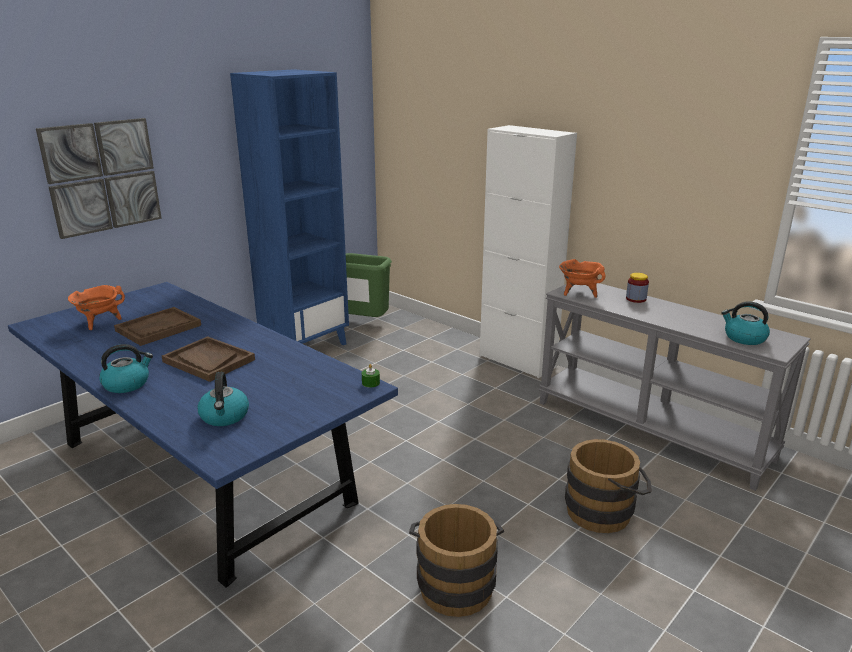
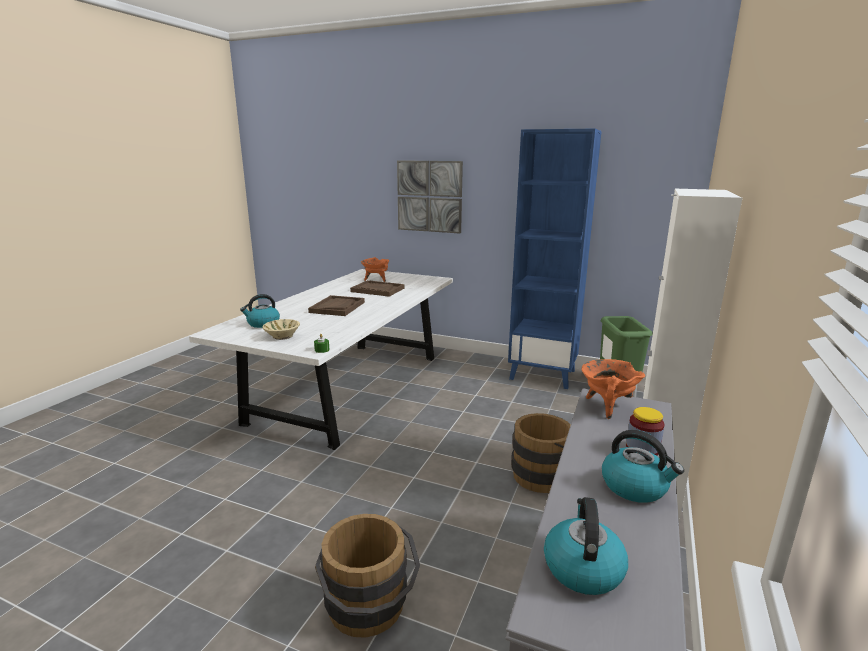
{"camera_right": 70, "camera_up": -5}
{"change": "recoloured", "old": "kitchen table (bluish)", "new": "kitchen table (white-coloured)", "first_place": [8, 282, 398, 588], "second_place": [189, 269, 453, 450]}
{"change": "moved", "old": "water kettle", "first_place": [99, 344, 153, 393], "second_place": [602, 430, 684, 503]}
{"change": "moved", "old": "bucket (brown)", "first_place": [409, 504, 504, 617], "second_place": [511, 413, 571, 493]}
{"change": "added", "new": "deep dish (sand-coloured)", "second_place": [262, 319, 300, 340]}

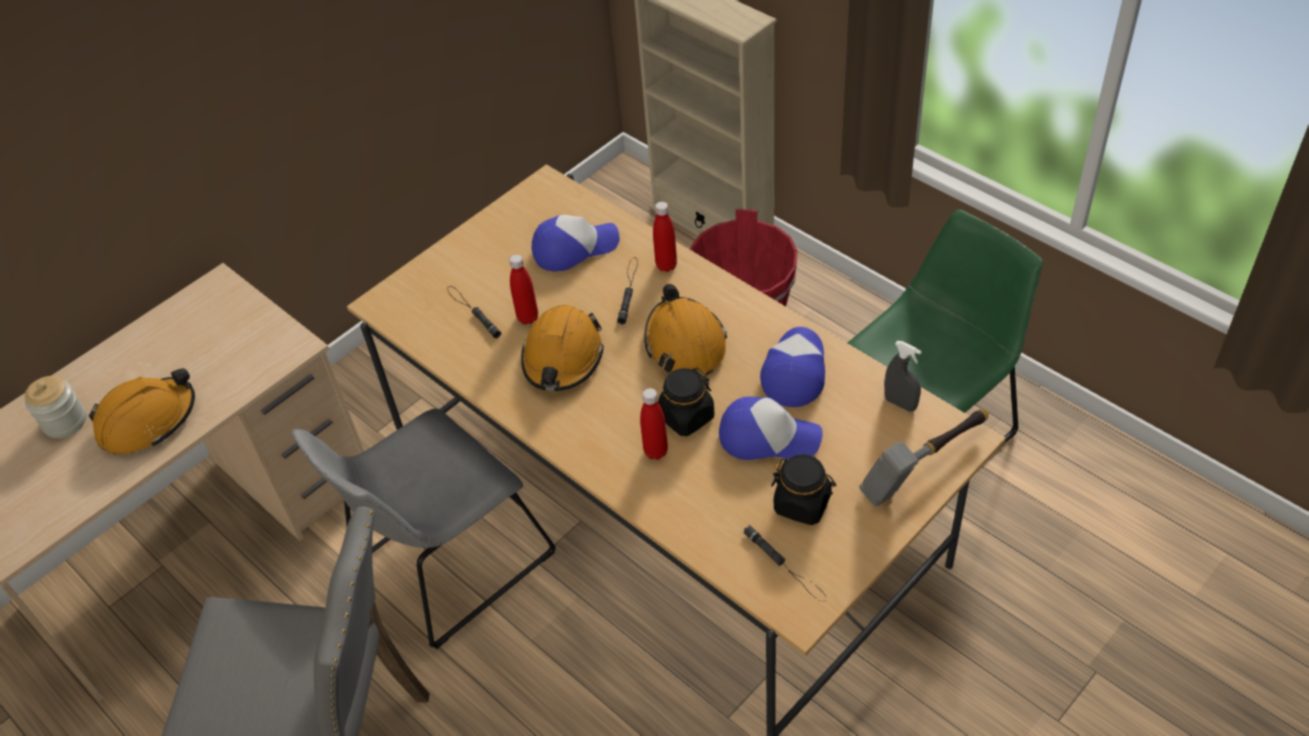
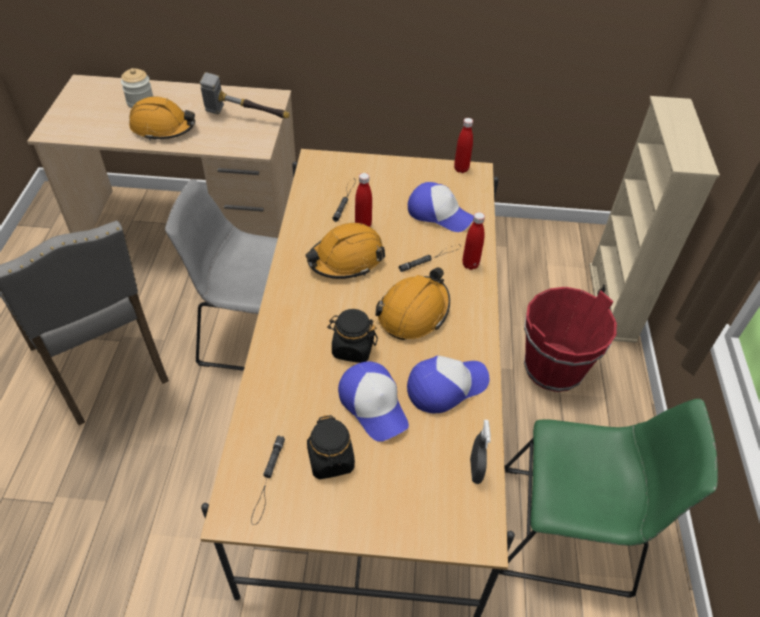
{"camera_right": 45, "camera_up": 0}
{"change": "moved", "old": "bottle (red)", "first_place": [640, 388, 668, 460], "second_place": [454, 118, 473, 173]}
{"change": "moved", "old": "tool hammer", "first_place": [859, 409, 989, 507], "second_place": [200, 72, 290, 119]}

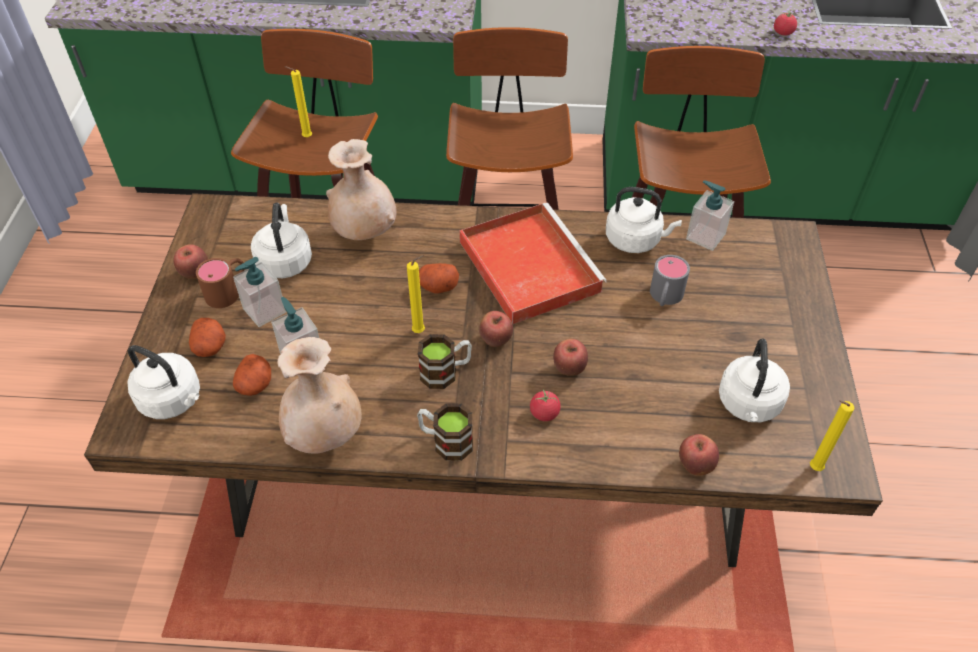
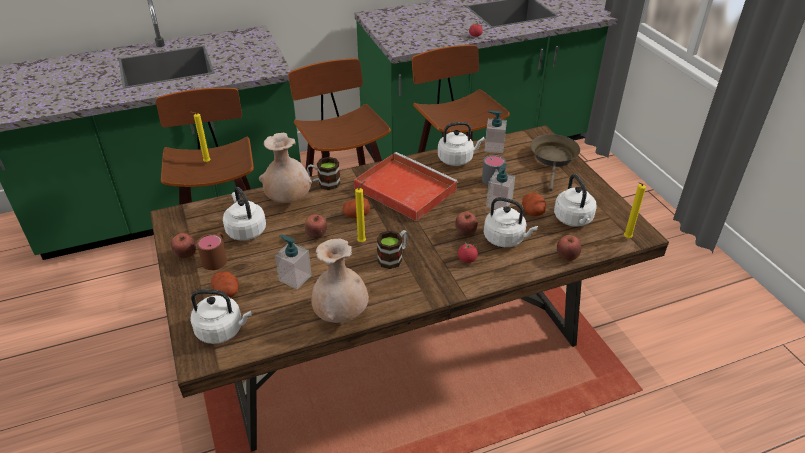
{"camera_right": -25, "camera_up": -10}
{"change": "moved", "old": "soap dispenser", "first_place": [233, 257, 286, 327], "second_place": [486, 163, 515, 209]}
{"change": "moved", "old": "whole potato", "first_place": [233, 354, 271, 396], "second_place": [522, 193, 546, 216]}
{"change": "moved", "old": "tea mug", "first_place": [417, 403, 473, 461], "second_place": [307, 157, 341, 190]}
{"change": "moved", "old": "whole apple", "first_place": [479, 311, 513, 347], "second_place": [305, 214, 327, 239]}
{"change": "added", "new": "water kettle (white-coloured)", "second_place": [484, 197, 538, 247]}
{"change": "added", "new": "skillet (brown)", "second_place": [530, 134, 580, 191]}

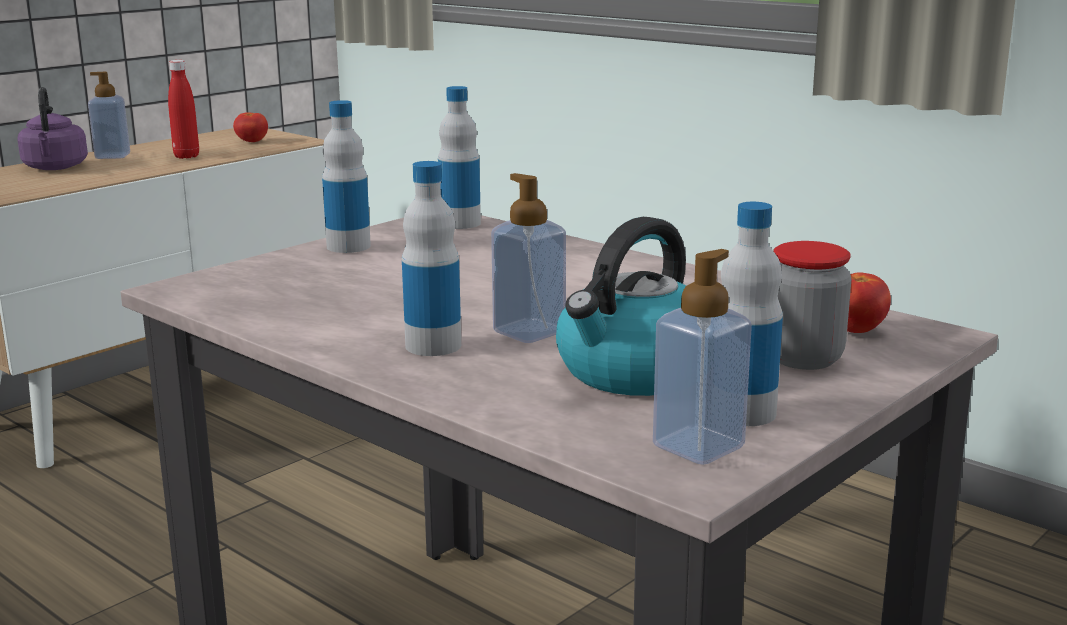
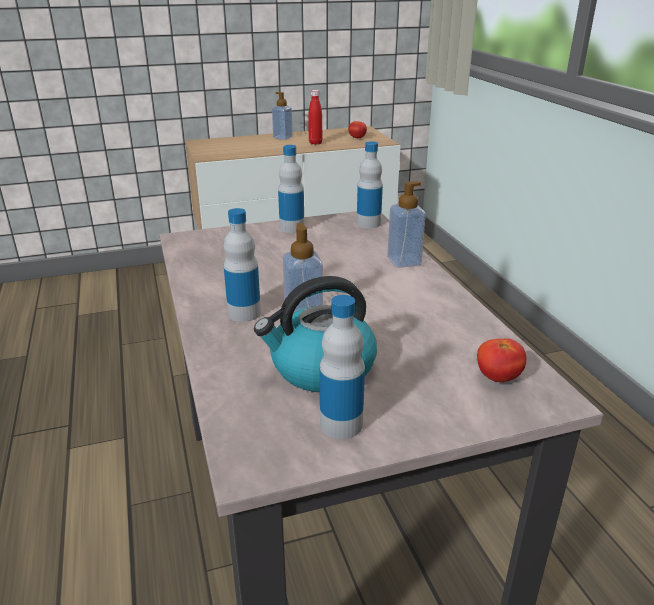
{"camera_right": 30, "camera_up": 10}
{"change": "removed", "old": "water kettle (purple-coloured)", "first_place": [17, 87, 88, 170]}
{"change": "moved", "old": "soap dispenser", "first_place": [653, 249, 752, 465], "second_place": [387, 182, 426, 268]}
{"change": "removed", "old": "storage jar", "first_place": [773, 241, 851, 370]}

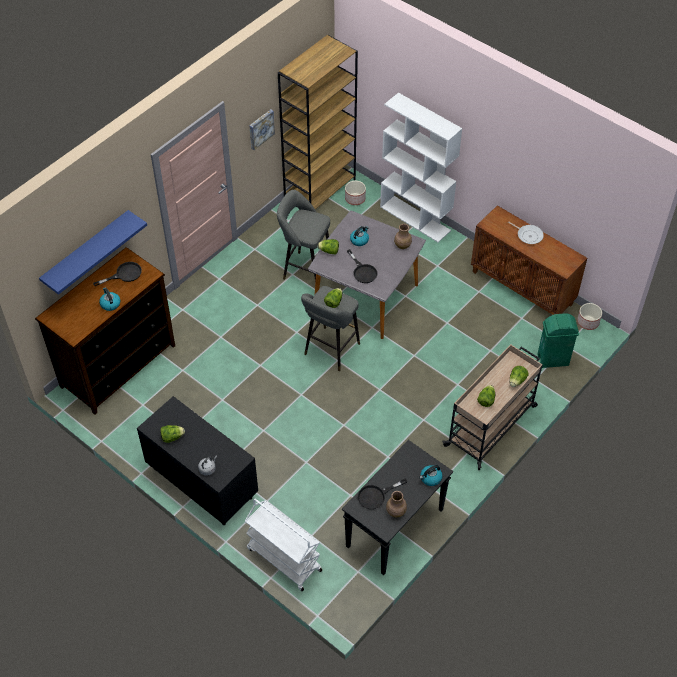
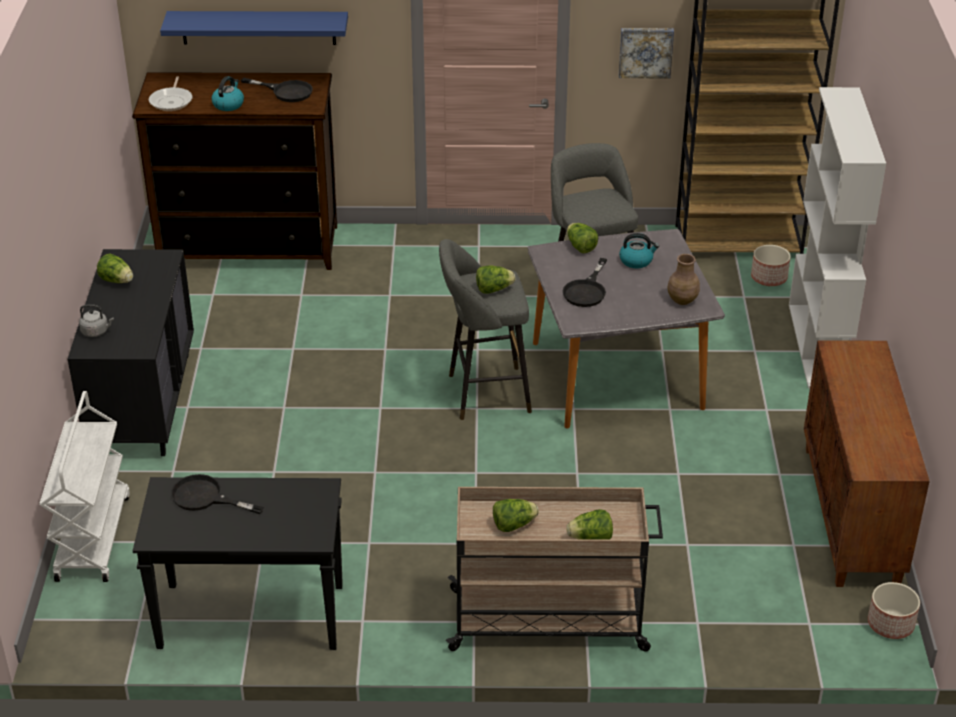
{"camera_right": 50, "camera_up": -15}
{"change": "removed", "old": "decorative vase (brown)", "first_place": [386, 491, 407, 518]}
{"change": "removed", "old": "water kettle", "first_place": [419, 465, 443, 486]}
{"change": "moved", "old": "skillet", "first_place": [508, 221, 544, 244], "second_place": [149, 76, 192, 111]}
{"change": "removed", "old": "waste bin (greenish)", "first_place": [537, 313, 579, 368]}

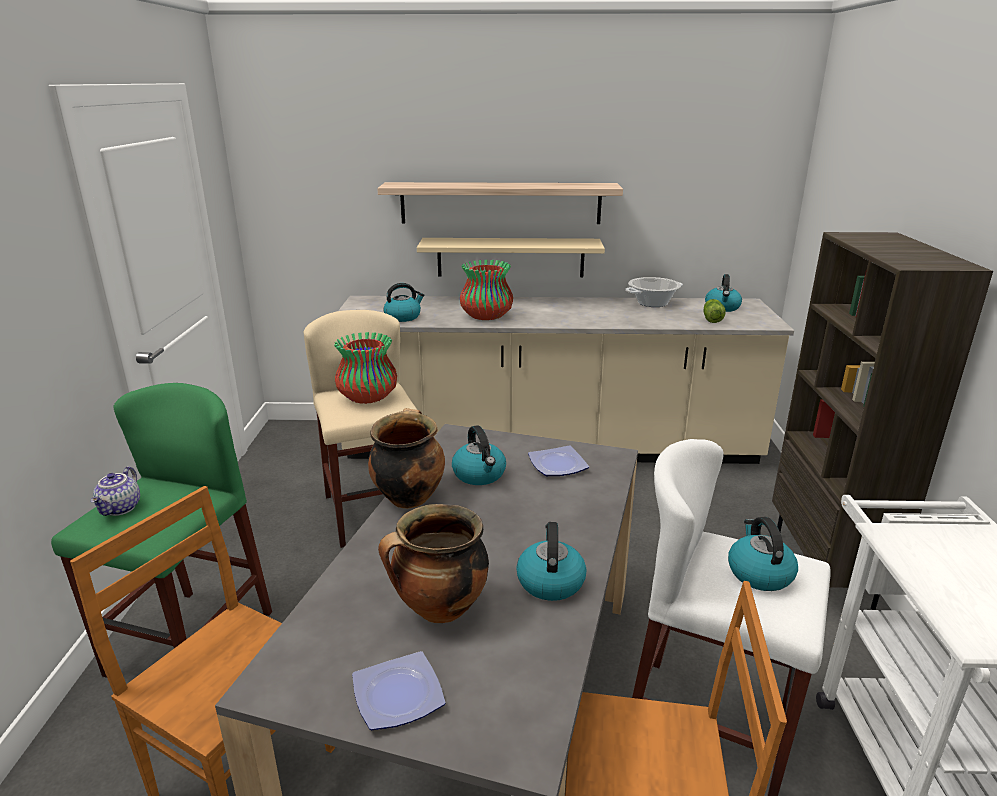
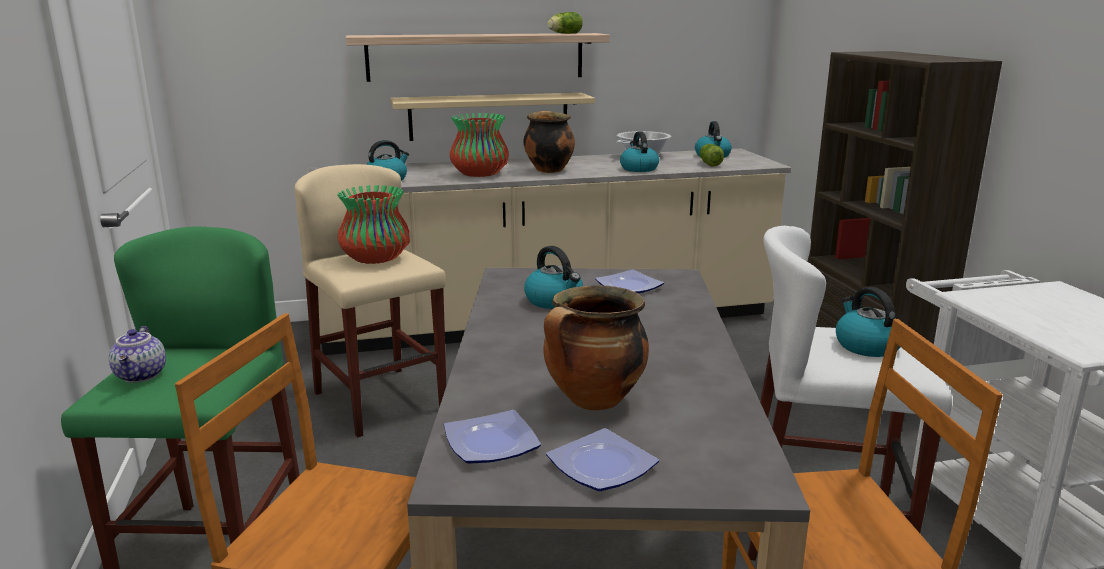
{"camera_right": -15, "camera_up": -5}
{"change": "moved", "old": "saucepot", "first_place": [368, 408, 445, 509], "second_place": [523, 111, 575, 173]}
{"change": "moved", "old": "water kettle", "first_place": [516, 522, 587, 601], "second_place": [620, 131, 659, 172]}
{"change": "added", "new": "dinner plate", "second_place": [444, 410, 541, 464]}
{"change": "added", "new": "head of lettuce", "second_place": [547, 12, 583, 34]}

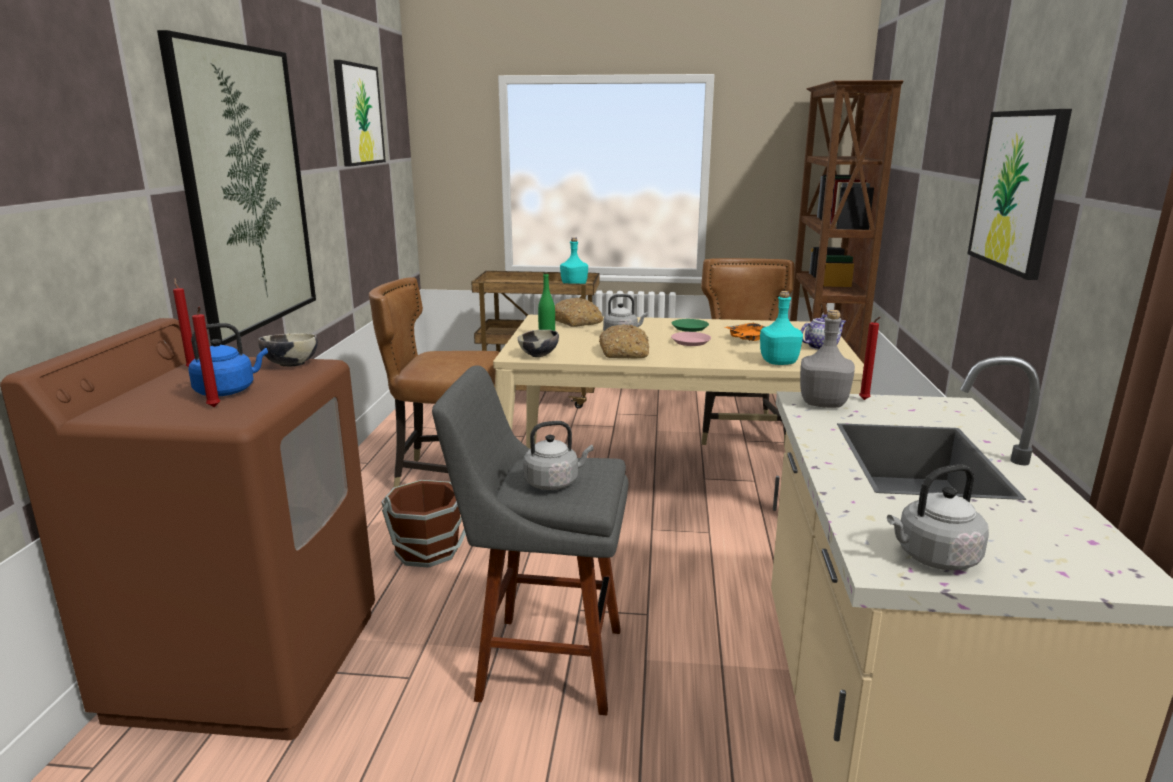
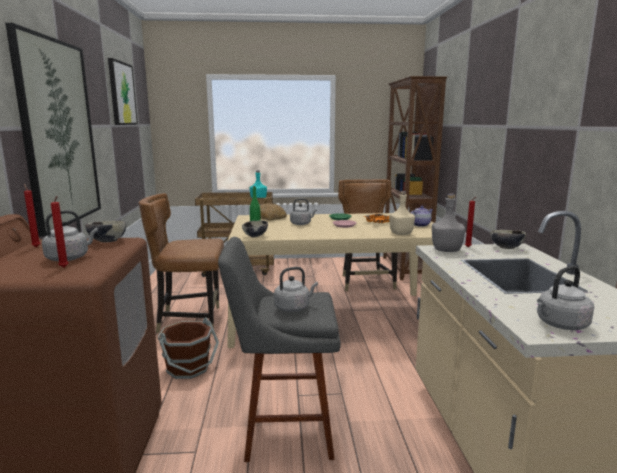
{"camera_right": -10, "camera_up": -5}
{"change": "recoloured", "old": "water kettle (bluish)", "new": "water kettle (gray)", "first_place": [189, 323, 268, 396], "second_place": [42, 210, 98, 261]}
{"change": "removed", "old": "bread", "first_place": [599, 324, 649, 359]}
{"change": "recoloured", "old": "bottle (turquoise)", "new": "bottle (sand-coloured)", "first_place": [760, 291, 803, 365], "second_place": [389, 191, 415, 235]}
{"change": "removed", "old": "picture", "first_place": [968, 109, 1072, 280]}
{"change": "added", "new": "deep dish", "second_place": [490, 230, 526, 249]}

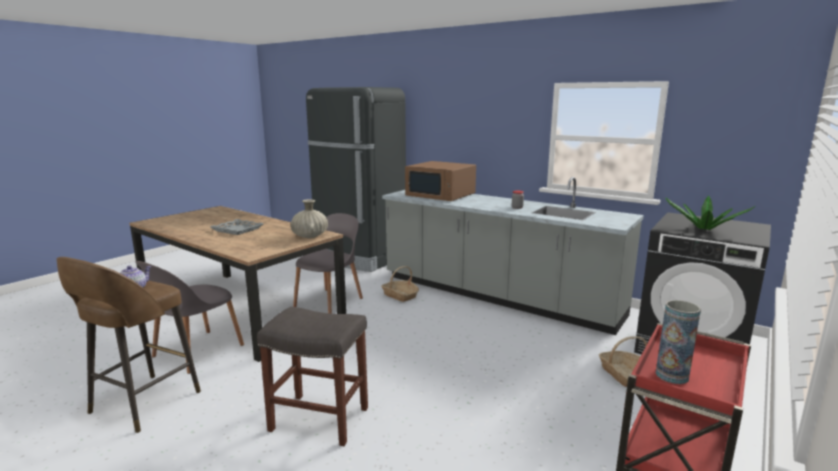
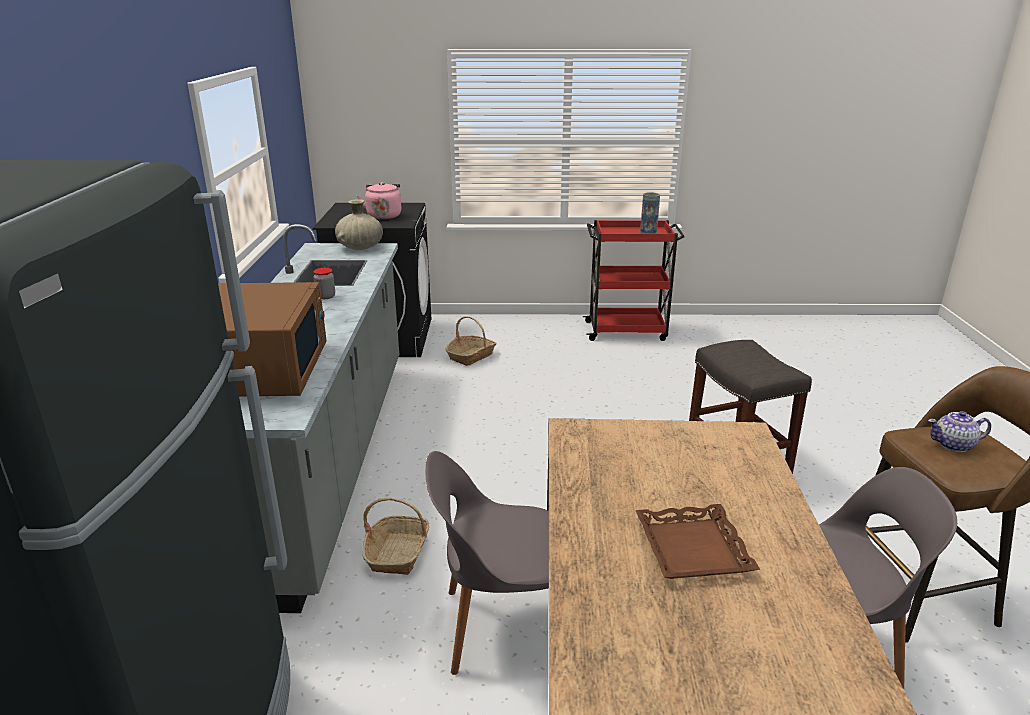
{"camera_right": -125, "camera_up": 10}
{"change": "recoloured", "old": "carrying tray (gray)", "new": "carrying tray (brown)", "first_place": [210, 219, 264, 235], "second_place": [635, 504, 760, 579]}
{"change": "moved", "old": "decorative vase (sand-coloured)", "first_place": [291, 199, 328, 238], "second_place": [335, 199, 383, 250]}
{"change": "replaced", "old": "plant in a pot", "new": "water kettle (pink-coloured)", "first_place": [665, 196, 755, 230], "second_place": [357, 182, 402, 219]}

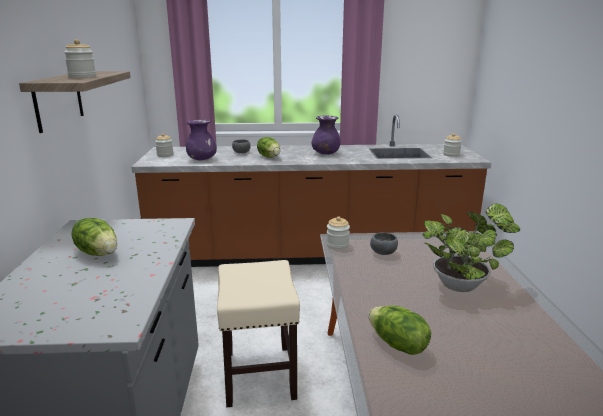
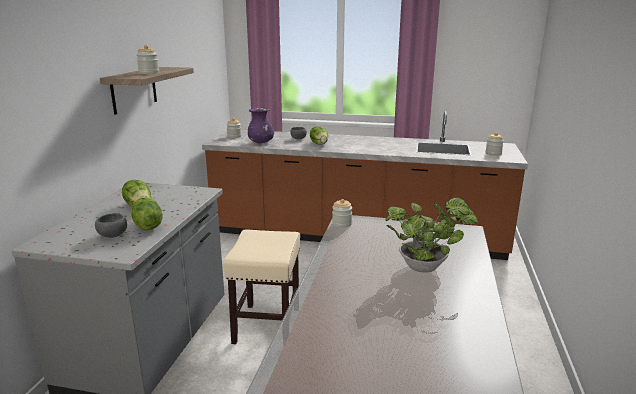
{"camera_right": 15, "camera_up": 0}
{"change": "removed", "old": "decorative vase (purple-coloured)", "first_place": [311, 115, 340, 155]}
{"change": "moved", "old": "head of lettuce", "first_place": [368, 305, 431, 355], "second_place": [131, 197, 162, 230]}
{"change": "moved", "old": "deep dish (gray)", "first_place": [370, 232, 398, 255], "second_place": [95, 213, 127, 238]}

